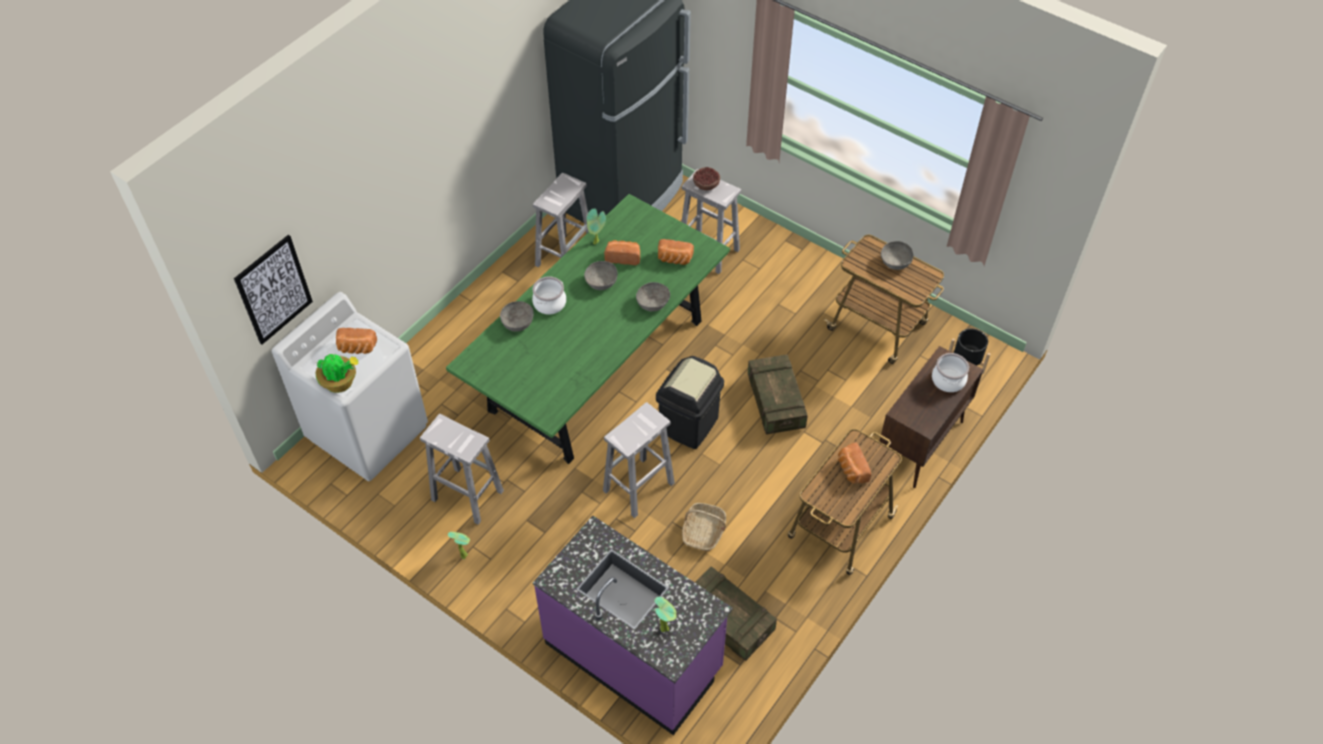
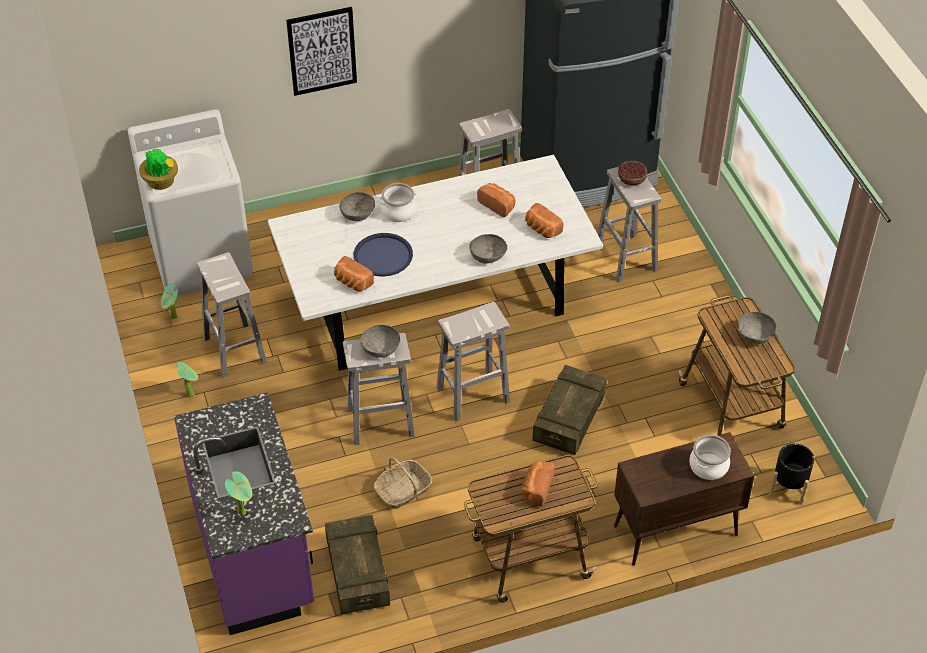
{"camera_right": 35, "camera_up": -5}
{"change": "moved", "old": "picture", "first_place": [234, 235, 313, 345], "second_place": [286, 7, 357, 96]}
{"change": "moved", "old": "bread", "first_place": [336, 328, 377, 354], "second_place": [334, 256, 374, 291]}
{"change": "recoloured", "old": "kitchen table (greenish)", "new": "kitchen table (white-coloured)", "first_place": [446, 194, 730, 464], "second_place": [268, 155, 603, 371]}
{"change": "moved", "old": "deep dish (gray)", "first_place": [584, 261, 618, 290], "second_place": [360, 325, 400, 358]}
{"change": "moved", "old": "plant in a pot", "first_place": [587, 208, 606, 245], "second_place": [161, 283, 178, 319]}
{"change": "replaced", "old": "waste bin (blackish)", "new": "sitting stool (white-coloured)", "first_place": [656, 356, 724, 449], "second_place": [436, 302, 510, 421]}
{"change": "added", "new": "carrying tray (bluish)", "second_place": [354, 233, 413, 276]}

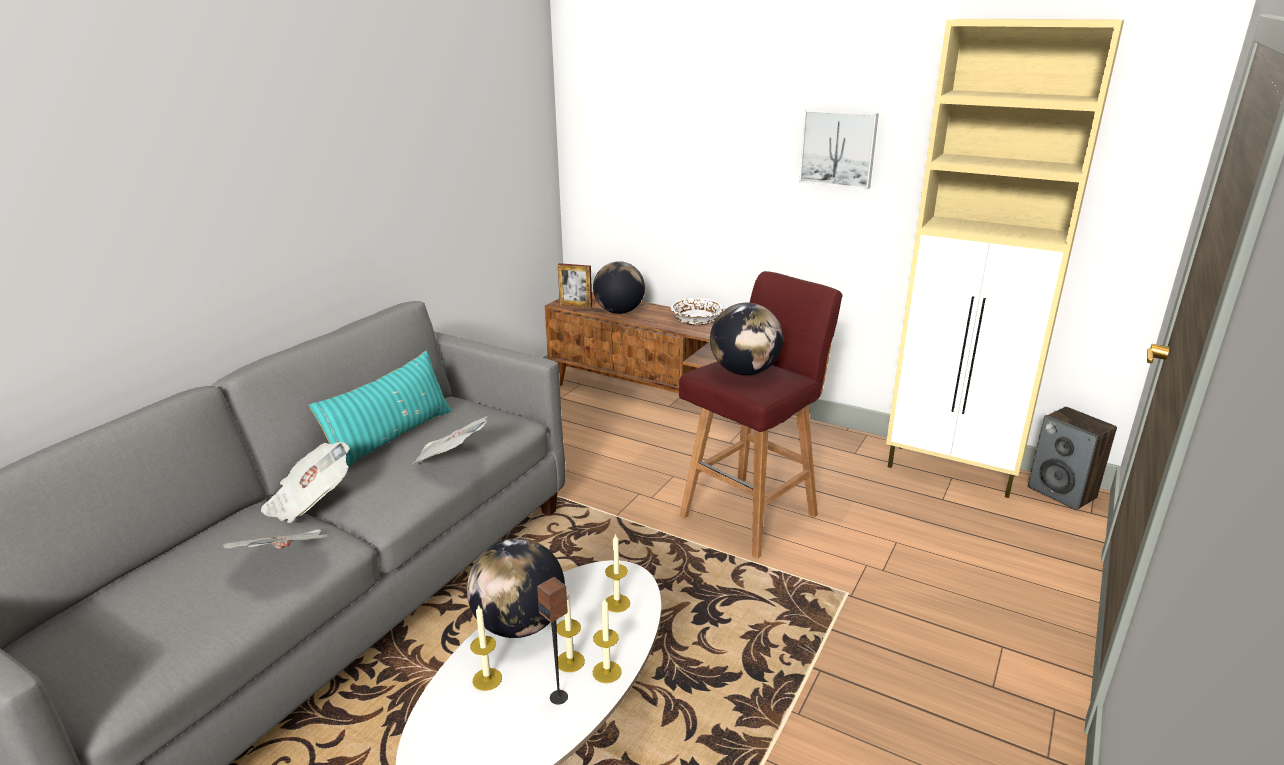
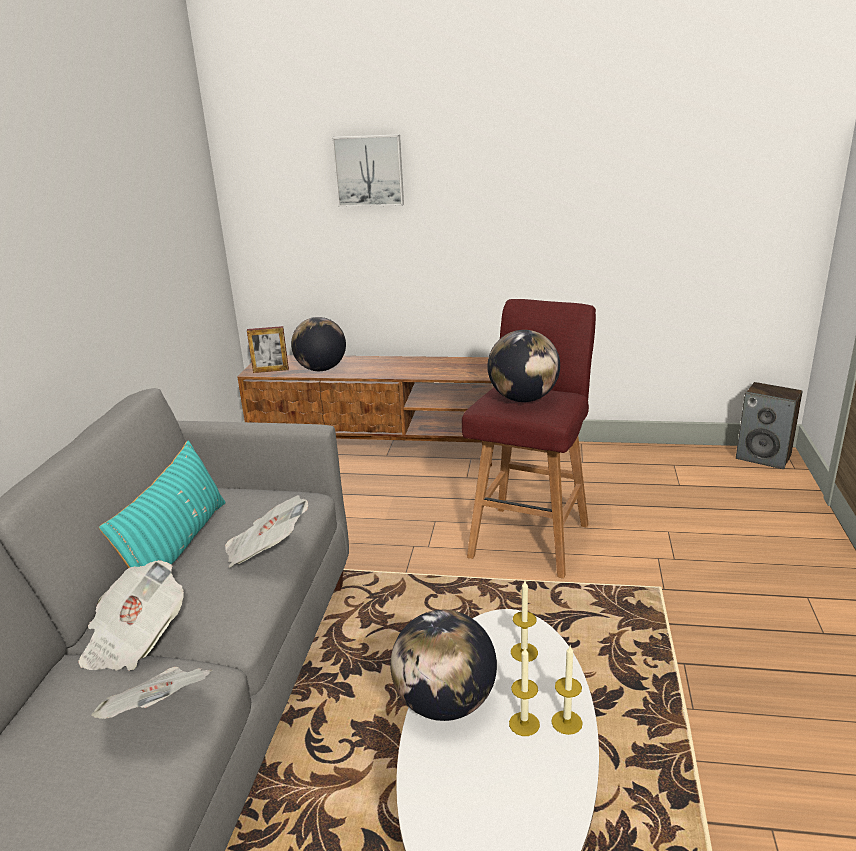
{"camera_right": -20, "camera_up": 0}
{"change": "removed", "old": "wax candle", "first_place": [470, 604, 502, 691]}
{"change": "removed", "old": "audio speaker", "first_place": [537, 577, 568, 705]}
{"change": "removed", "old": "deep dish (white-coloured)", "first_place": [671, 298, 724, 325]}
{"change": "moved", "old": "picture", "first_place": [799, 109, 879, 189], "second_place": [332, 134, 404, 207]}
{"change": "removed", "old": "cabinet (sand-coloured)", "first_place": [886, 19, 1124, 498]}

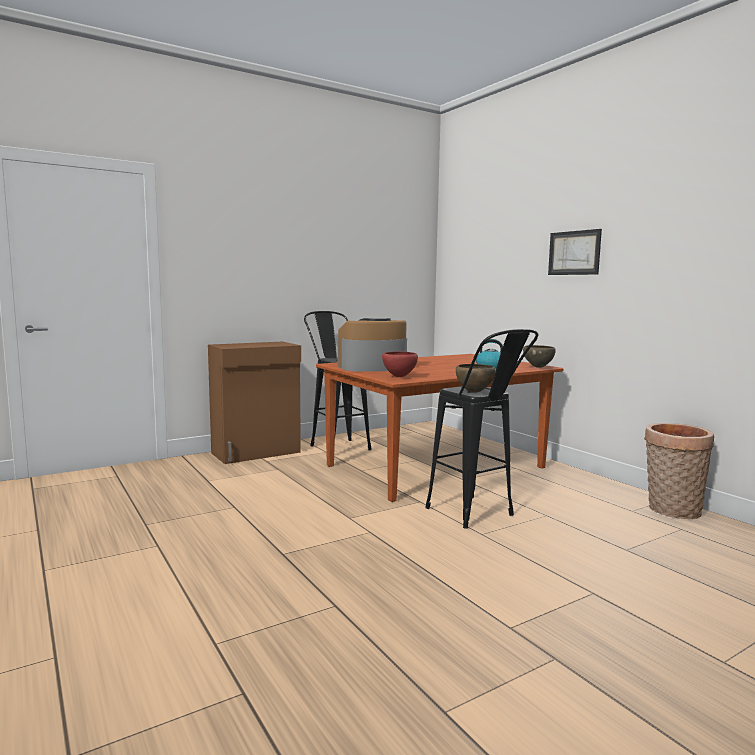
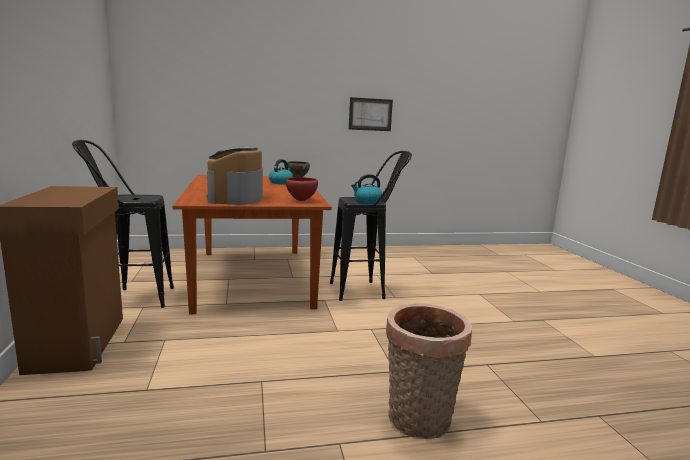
{"camera_right": -70, "camera_up": 5}
{"change": "replaced", "old": "deep dish (brown)", "new": "water kettle", "first_place": [456, 364, 495, 393], "second_place": [351, 174, 382, 203]}
{"change": "moved", "old": "picture", "first_place": [548, 229, 602, 275], "second_place": [349, 97, 393, 131]}
{"change": "moved", "old": "basket", "first_place": [644, 423, 714, 519], "second_place": [386, 304, 472, 439]}

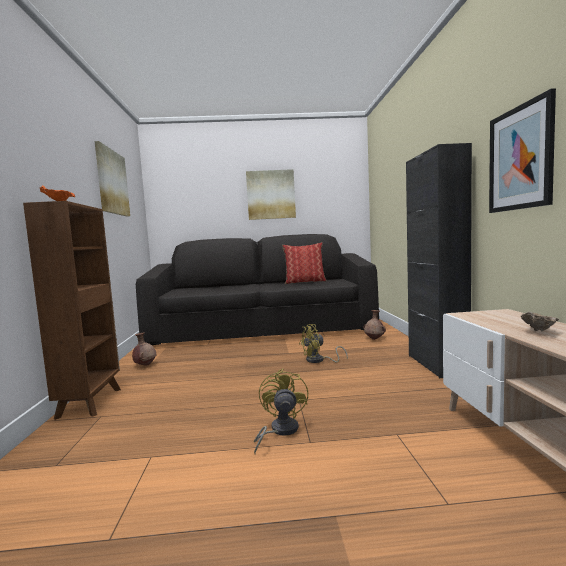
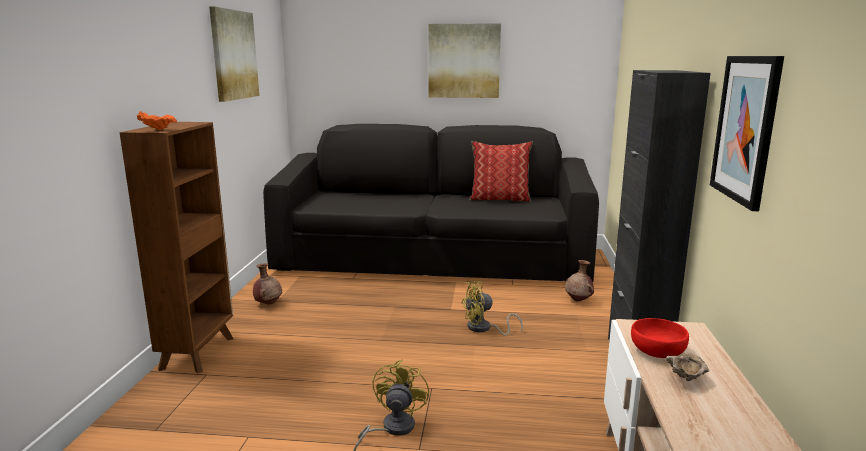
{"camera_right": 10, "camera_up": 10}
{"change": "added", "new": "deep dish (red)", "second_place": [631, 318, 689, 358]}

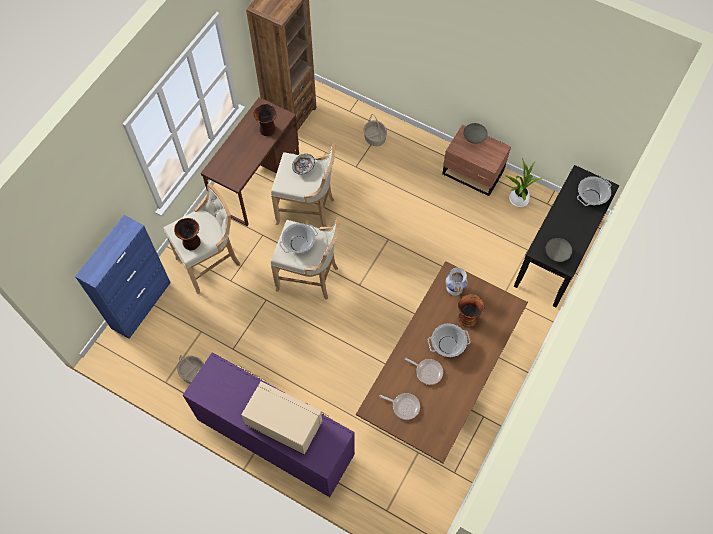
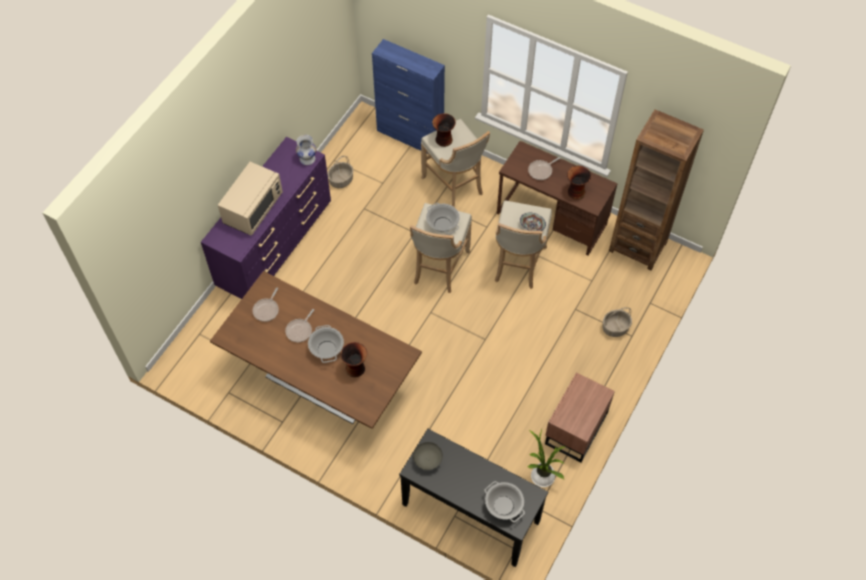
{"camera_right": 90, "camera_up": -5}
{"change": "moved", "old": "decorative vase (white-coloured)", "first_place": [446, 267, 467, 296], "second_place": [296, 135, 316, 165]}
{"change": "removed", "old": "deep dish (gray)", "first_place": [464, 123, 488, 144]}
{"change": "added", "new": "skillet", "second_place": [528, 157, 560, 180]}

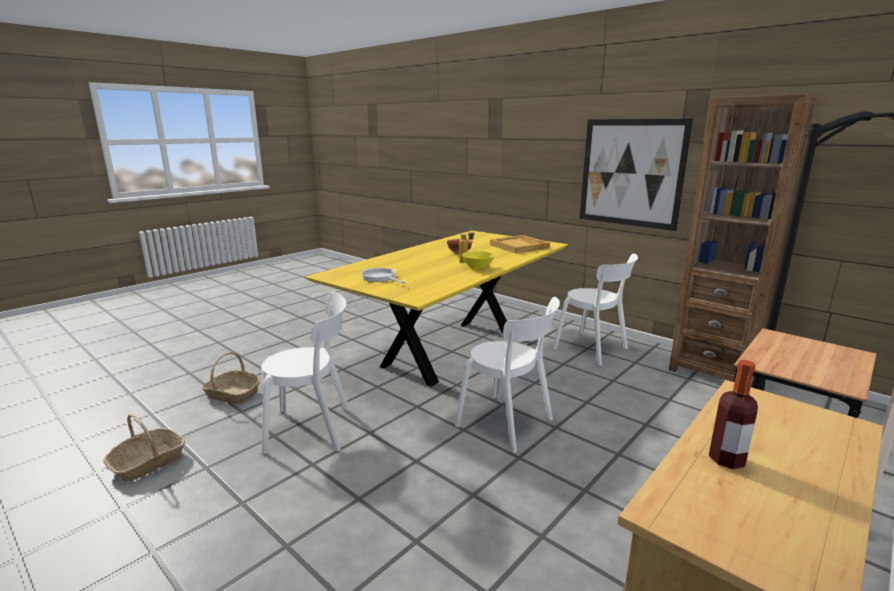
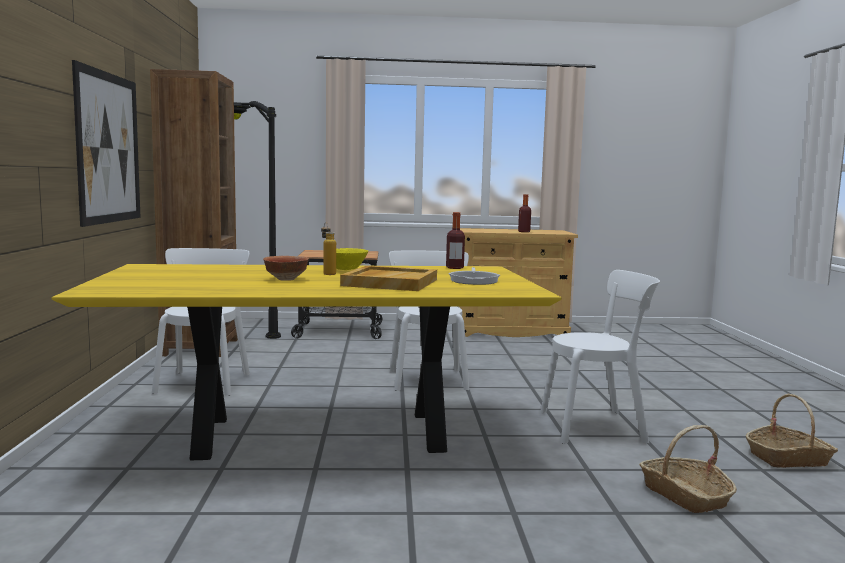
{"camera_right": -135, "camera_up": -10}
{"change": "turned", "old": "upright chair (white-coloured)", "first_place": [261, 292, 349, 454], "second_place": [540, 270, 660, 444], "degrees": 135}
{"change": "moved", "old": "carrying tray (sand-coloured)", "first_place": [490, 235, 550, 254], "second_place": [340, 266, 437, 291]}
{"change": "added", "new": "bottle", "second_place": [446, 212, 465, 269]}

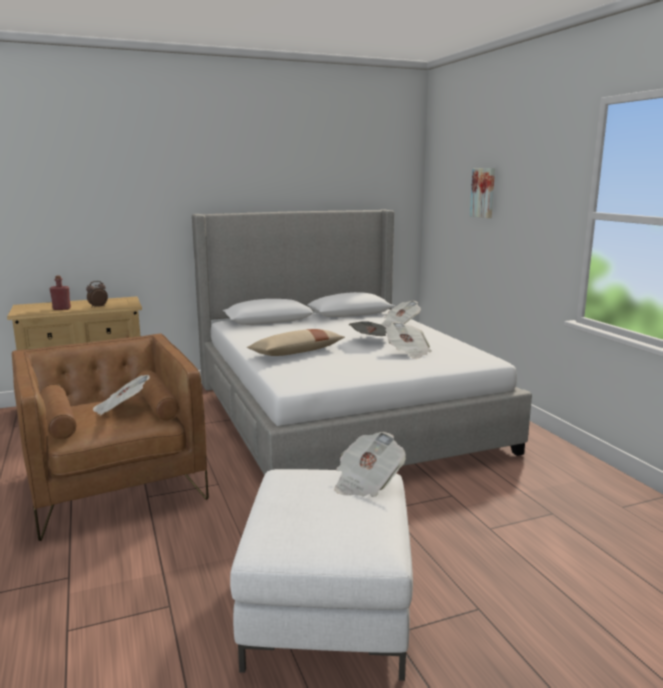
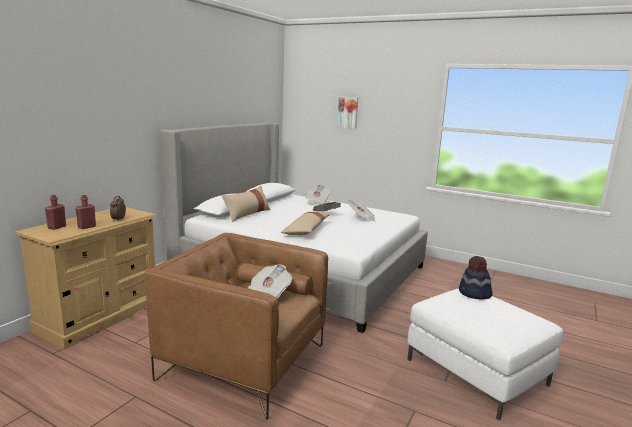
{"camera_right": -40, "camera_up": 0}
{"change": "replaced", "old": "daily paper", "new": "clothing hat", "first_place": [334, 432, 406, 497], "second_place": [459, 256, 493, 300]}
{"change": "added", "new": "bottle (red)", "second_place": [45, 195, 66, 230]}
{"change": "added", "new": "throw pillow (sand-coloured)", "second_place": [221, 186, 270, 222]}

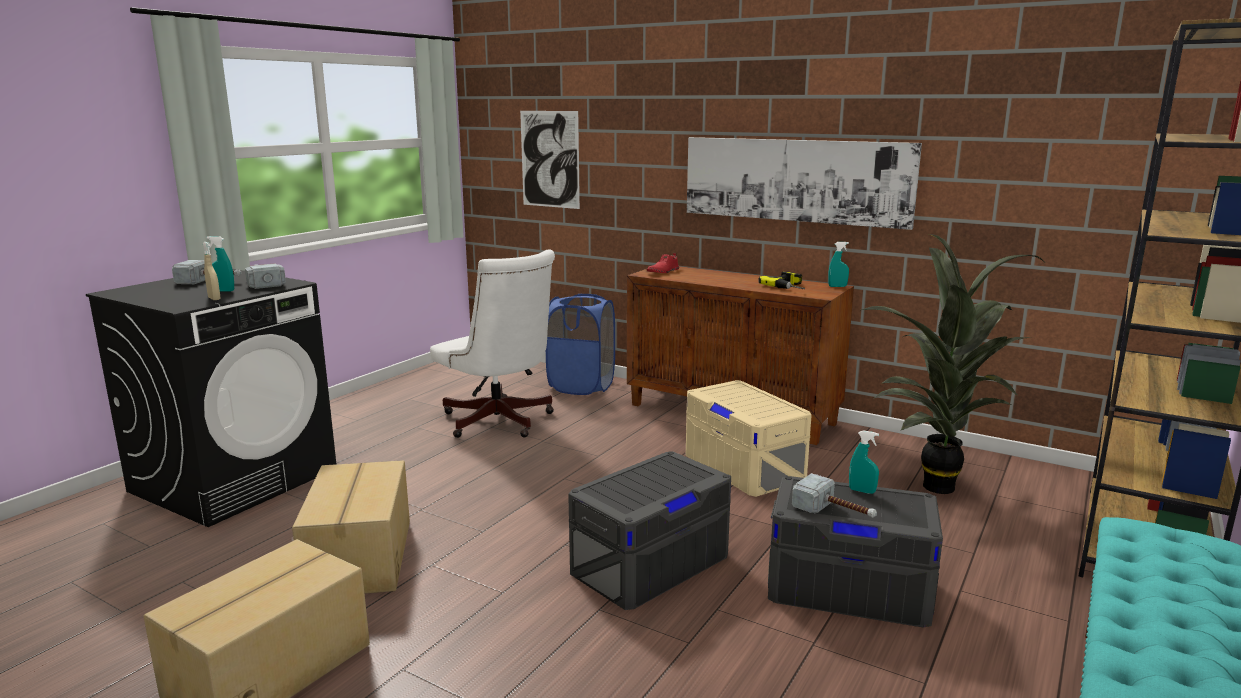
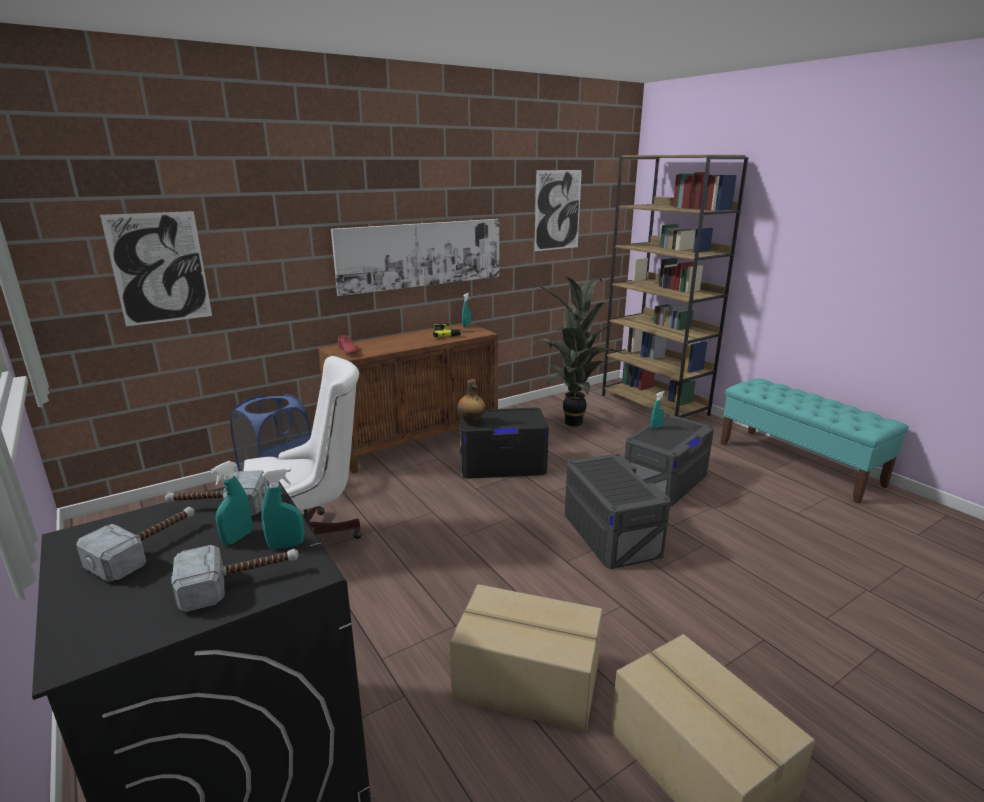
{"camera_right": -65, "camera_up": 5}
{"change": "recoloured", "old": "hand sprayer (sand-coloured)", "new": "hand sprayer (turquoise)", "first_place": [203, 242, 220, 300], "second_place": [261, 468, 304, 549]}
{"change": "recoloured", "old": "storage box (sand-coloured)", "new": "storage box (blackish)", "first_place": [686, 380, 812, 497], "second_place": [458, 408, 549, 479]}
{"change": "moved", "old": "tool hammer", "first_place": [792, 473, 877, 518], "second_place": [171, 545, 299, 612]}
{"change": "added", "new": "bottle", "second_place": [457, 379, 485, 425]}
{"change": "added", "new": "picture", "second_place": [534, 170, 582, 251]}

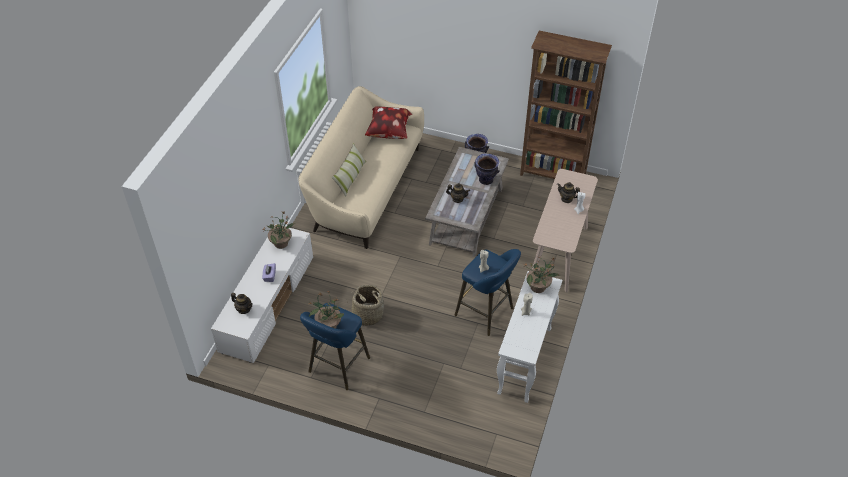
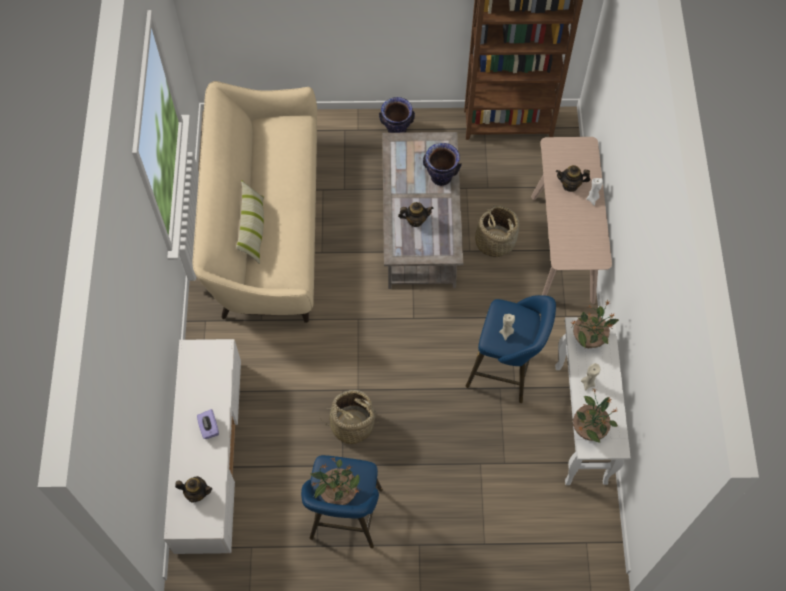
{"camera_right": -20, "camera_up": 15}
{"change": "moved", "old": "plant in a pot", "first_place": [263, 212, 295, 249], "second_place": [573, 388, 618, 442]}
{"change": "removed", "old": "throw pillow", "first_place": [365, 106, 413, 139]}
{"change": "added", "new": "basket", "second_place": [475, 205, 519, 257]}

